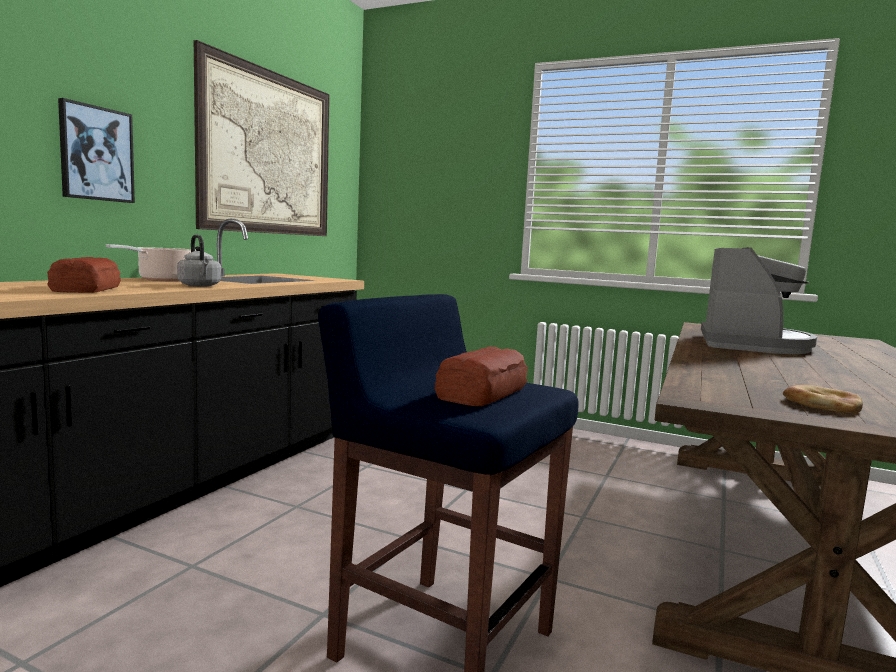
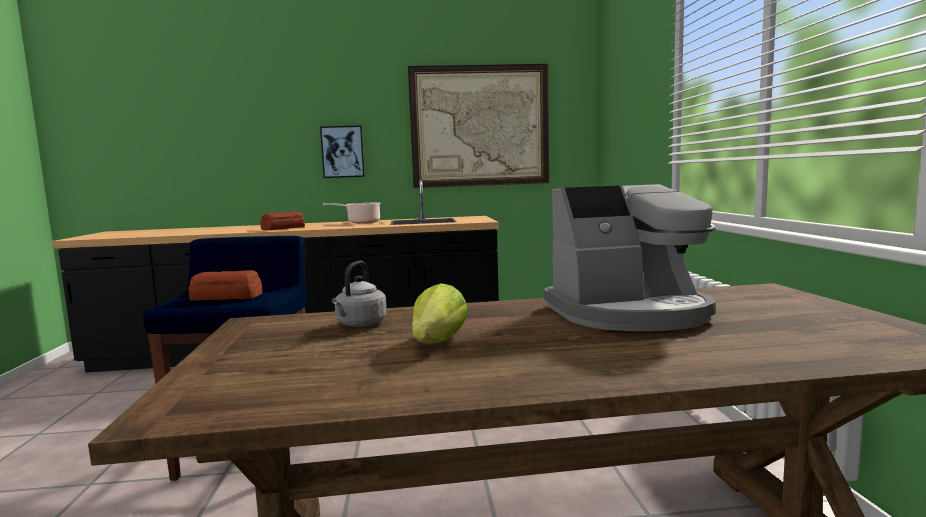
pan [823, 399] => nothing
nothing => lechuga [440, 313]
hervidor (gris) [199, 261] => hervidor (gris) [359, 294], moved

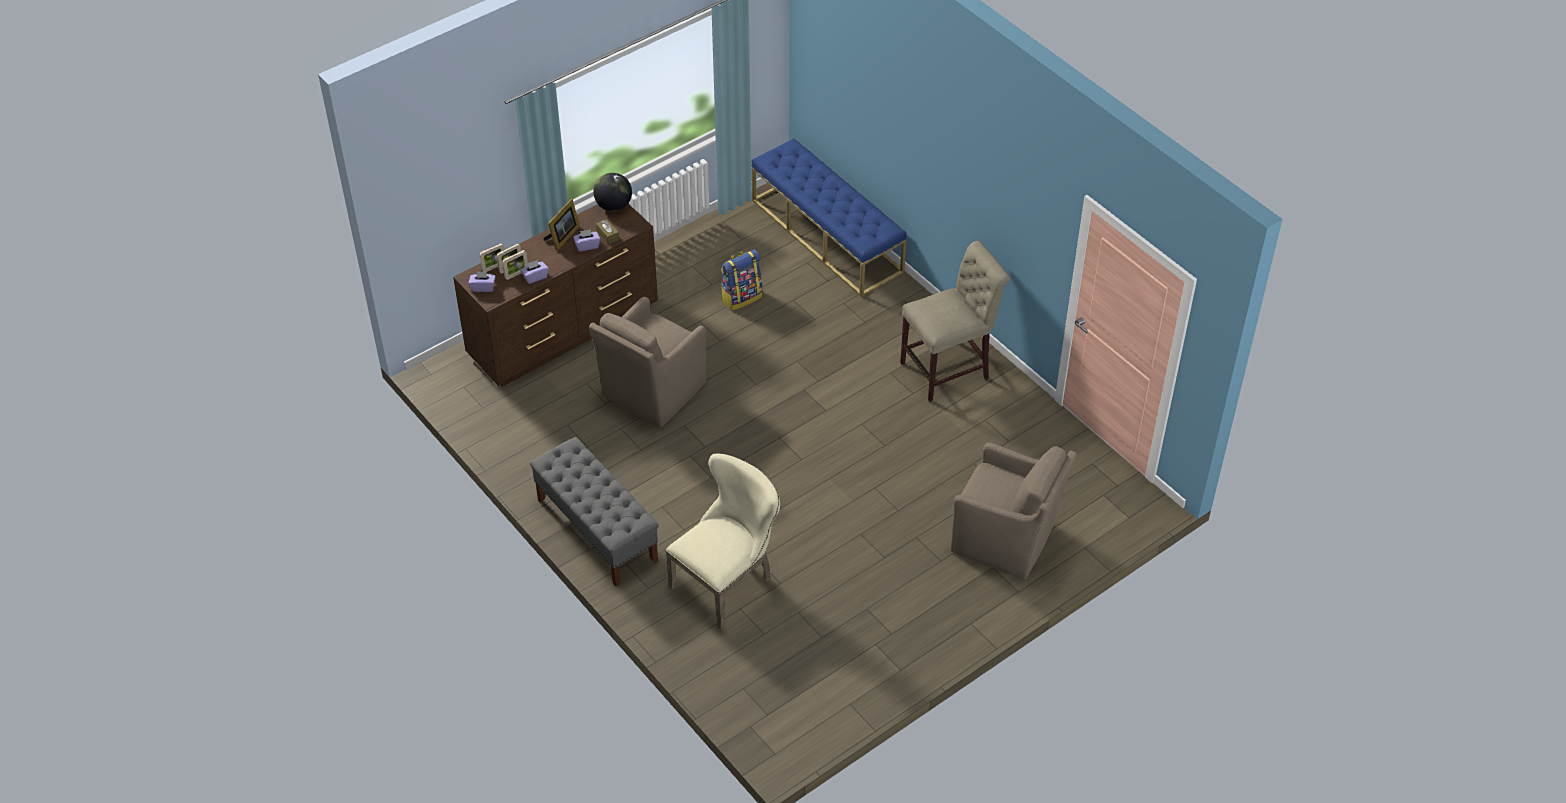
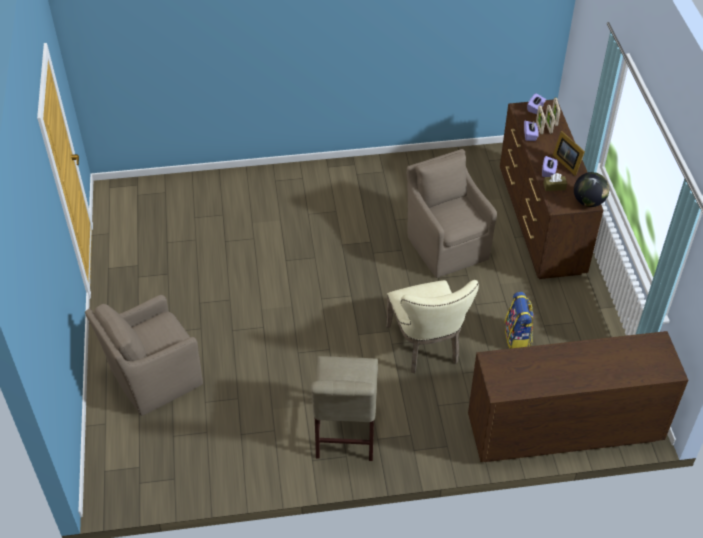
banco (gris) [594, 512] => nothing
silla (beis) [723, 541] => silla (beis) [432, 326], moved
banco (azul) [829, 217] => cómoda (marrón) [578, 396]

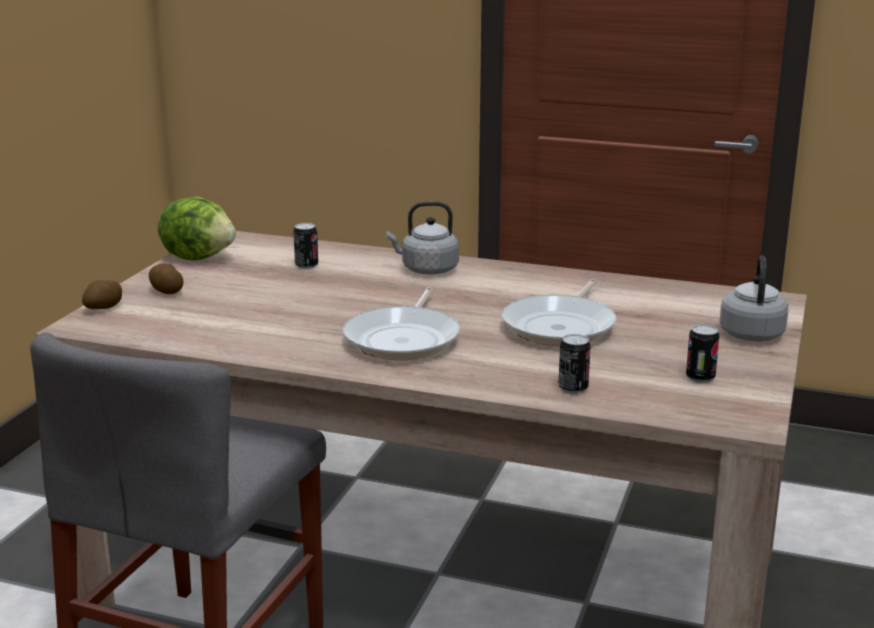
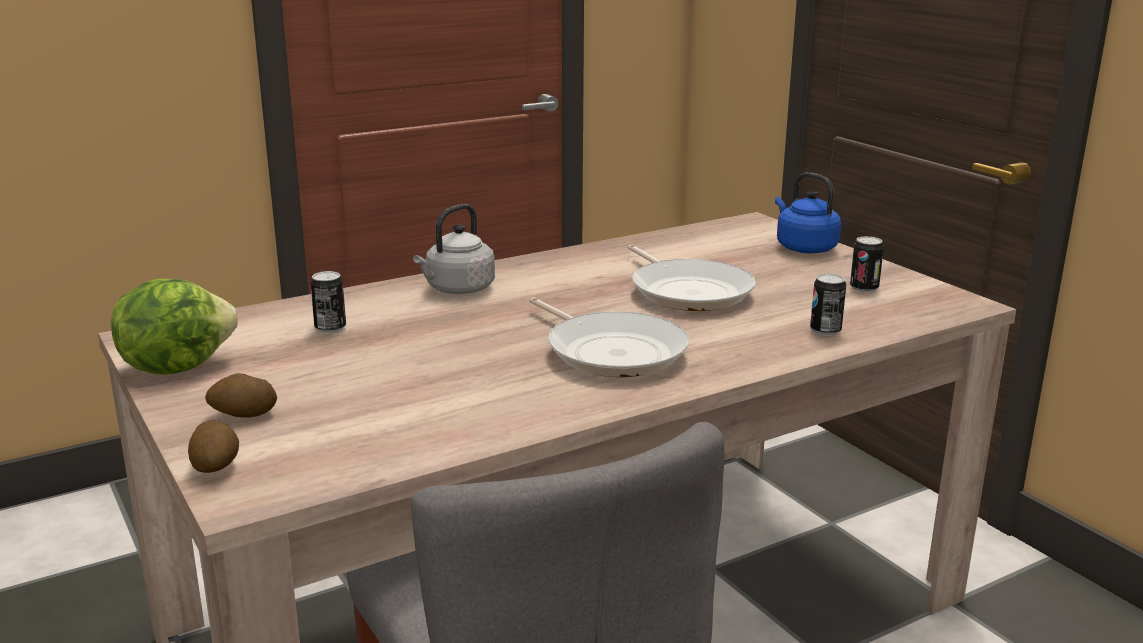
hervidor (gris) [754, 298] => hervidor (azul) [808, 212]

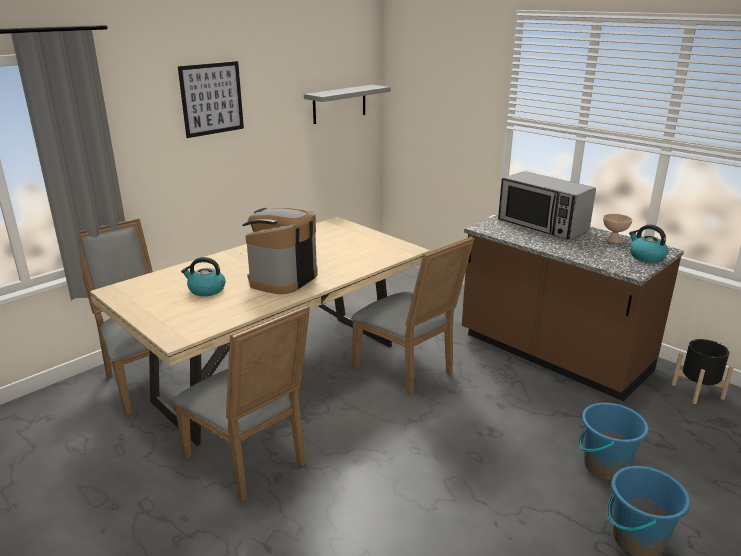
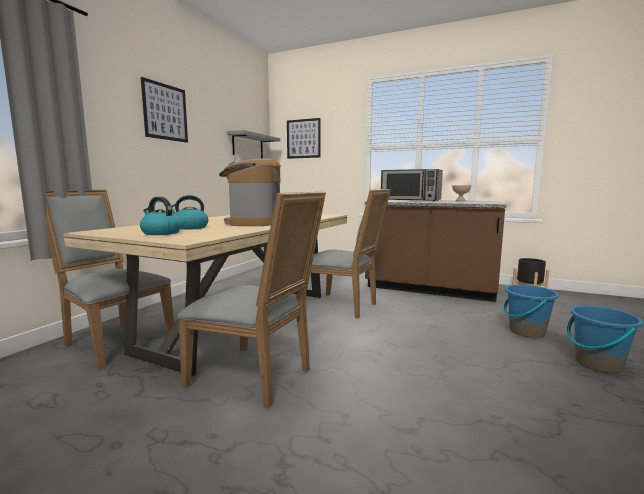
nothing => cuadro [304, 138]
hervidor [648, 244] => hervidor [161, 216], moved

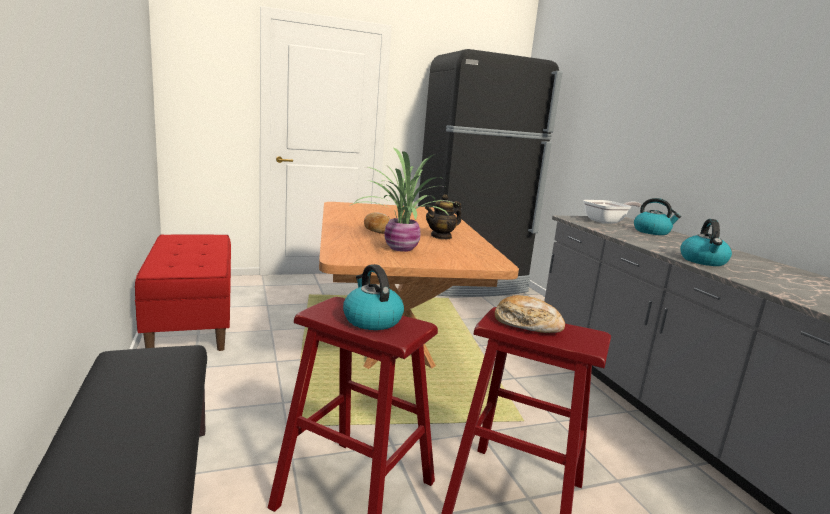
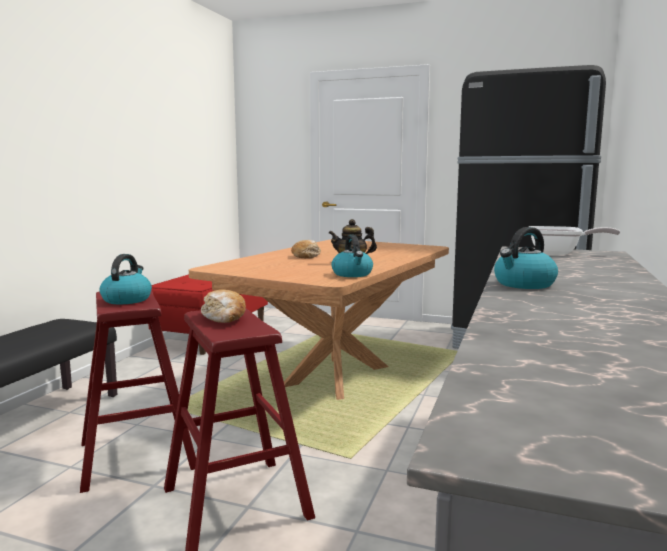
planta en maceta [404, 200] => nothing
hervidor [657, 216] => hervidor [352, 256], moved

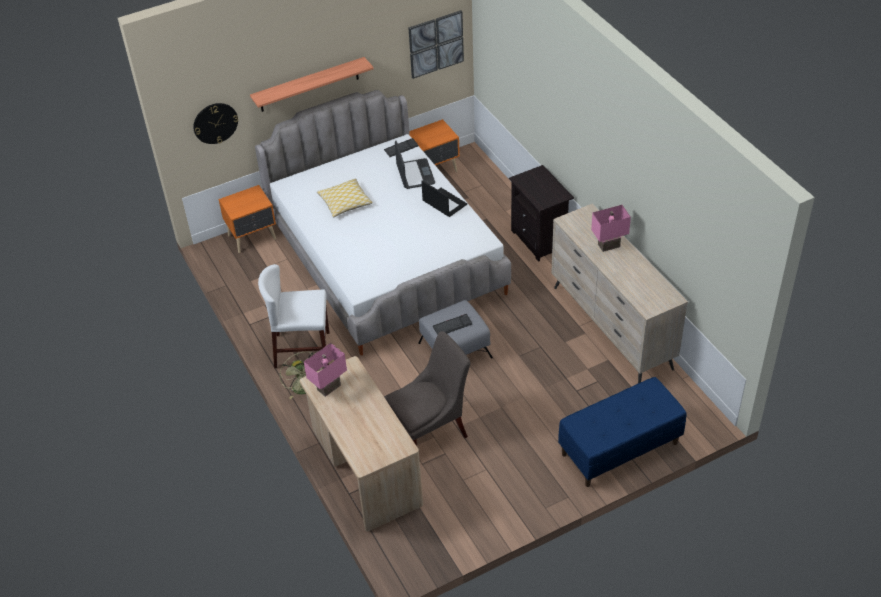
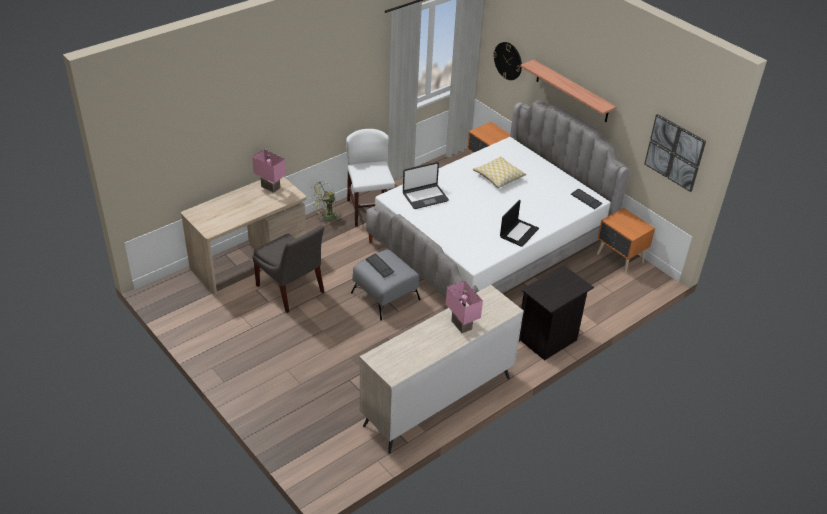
banco (azul) [622, 432] => nothing
portátil [415, 165] => portátil [426, 185], moved

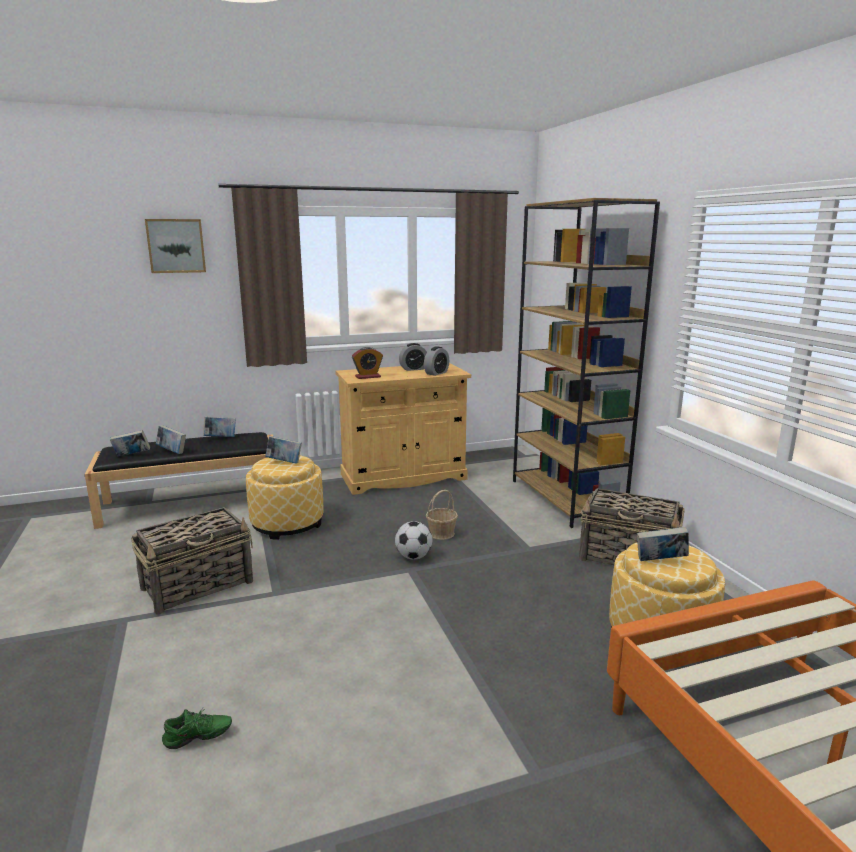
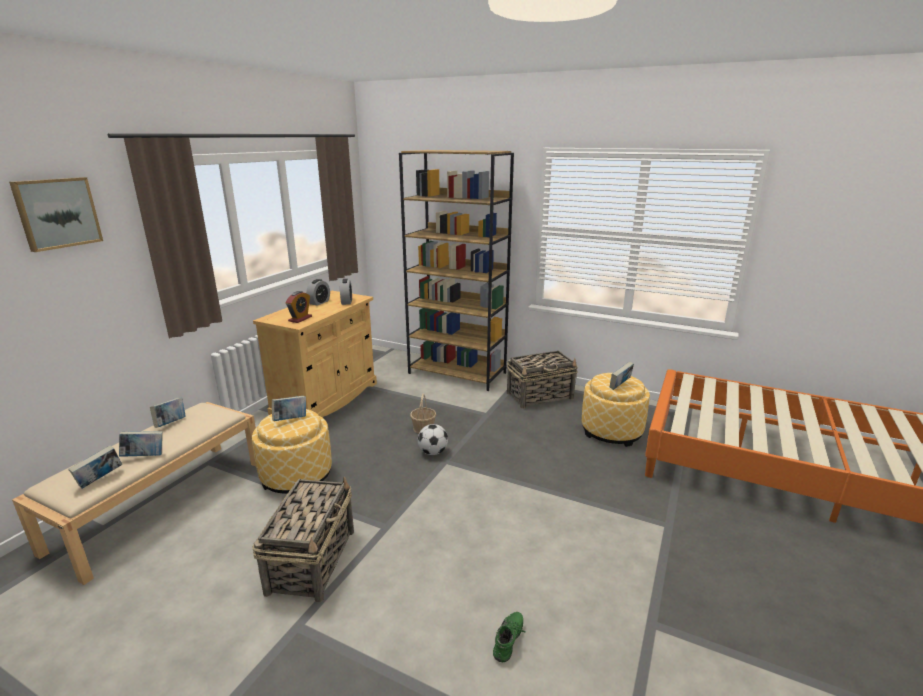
banco (negro) [178, 480] => banco (beis) [134, 493]

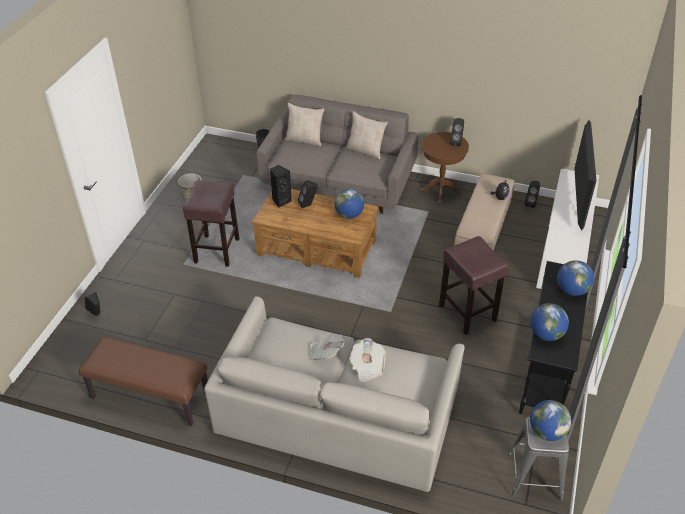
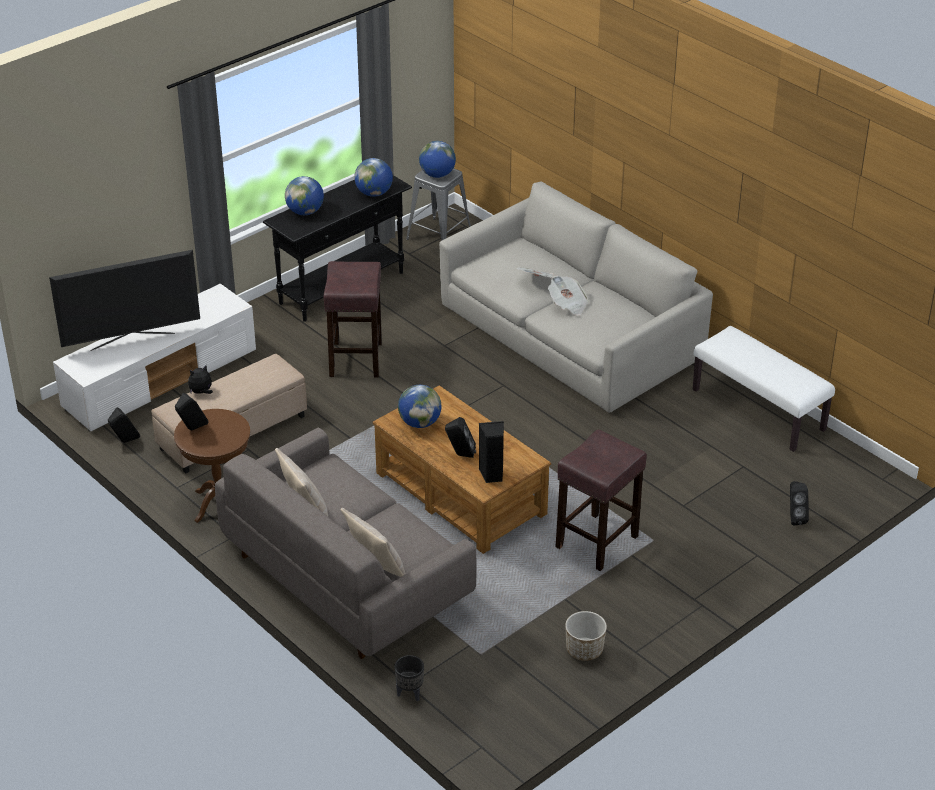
banco (marrón) [143, 381] => banco (blanco) [764, 389]
televisor [585, 175] => televisor [124, 300], 150 degrees counterclockwise

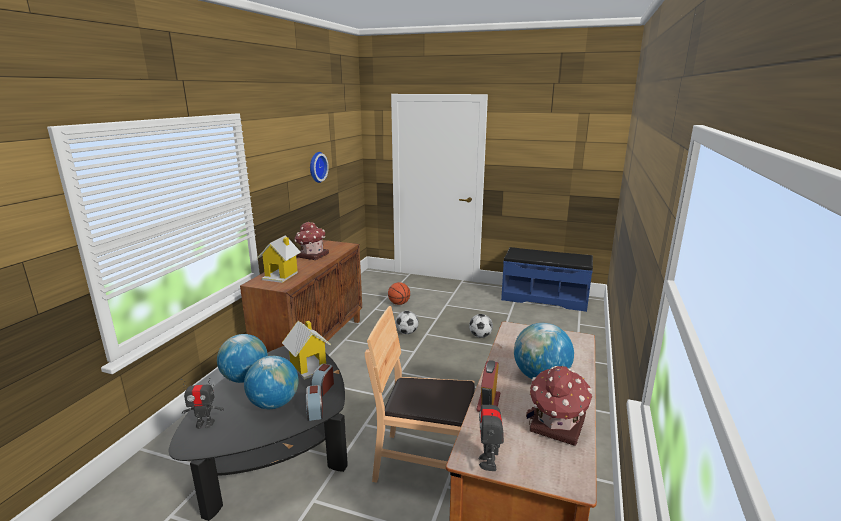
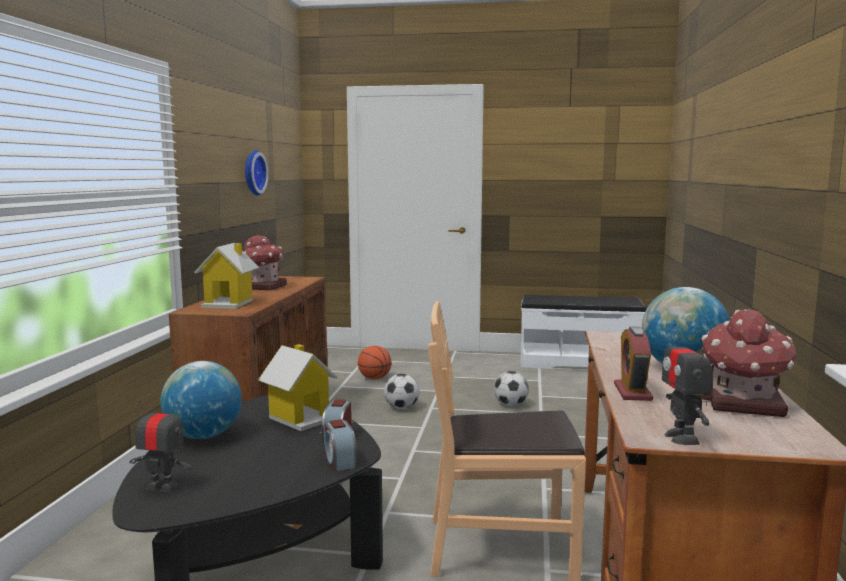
globo terráqueo [271, 382] => nothing
banco (azul) [547, 279] => banco (blanco) [583, 331]
robot de juguete [202, 403] => robot de juguete [160, 446], 150 degrees counterclockwise

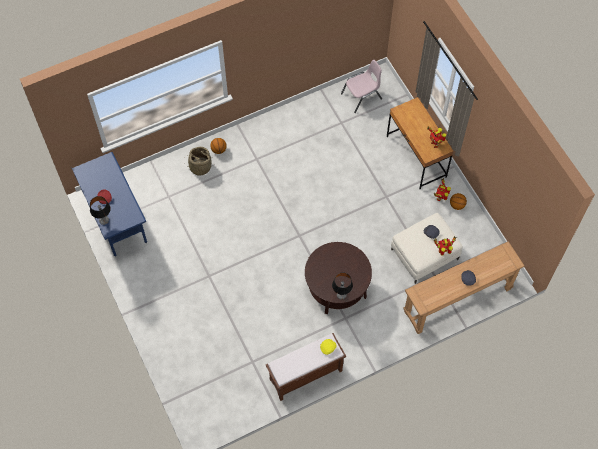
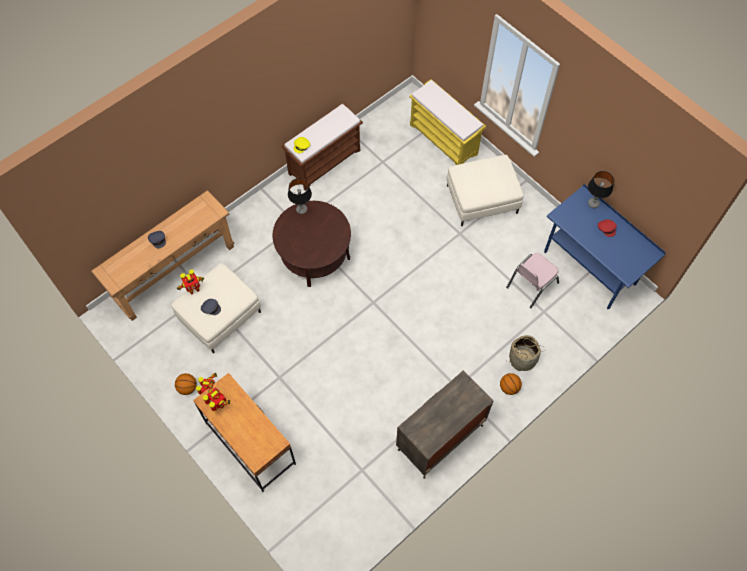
nothing => cómoda [444, 424]
nothing => banco (amarillo) [447, 122]
nothing => puf (blanco) [485, 190]
silla (rosa) [361, 86] => silla (rosa) [532, 280], moved

